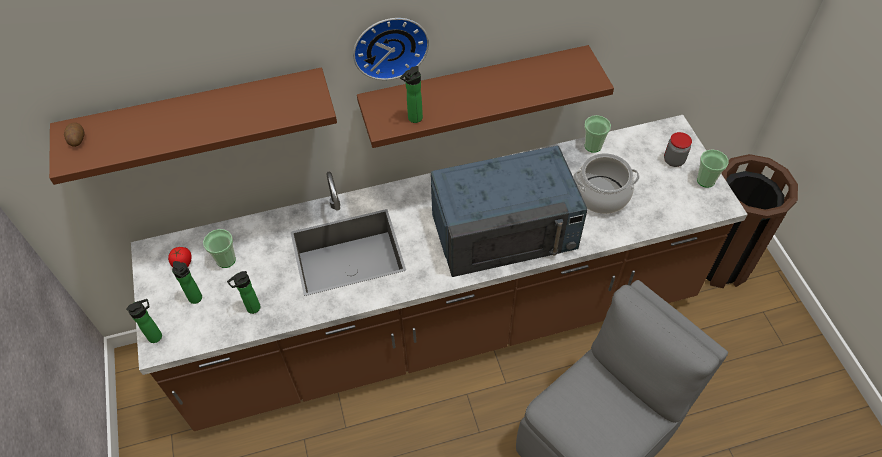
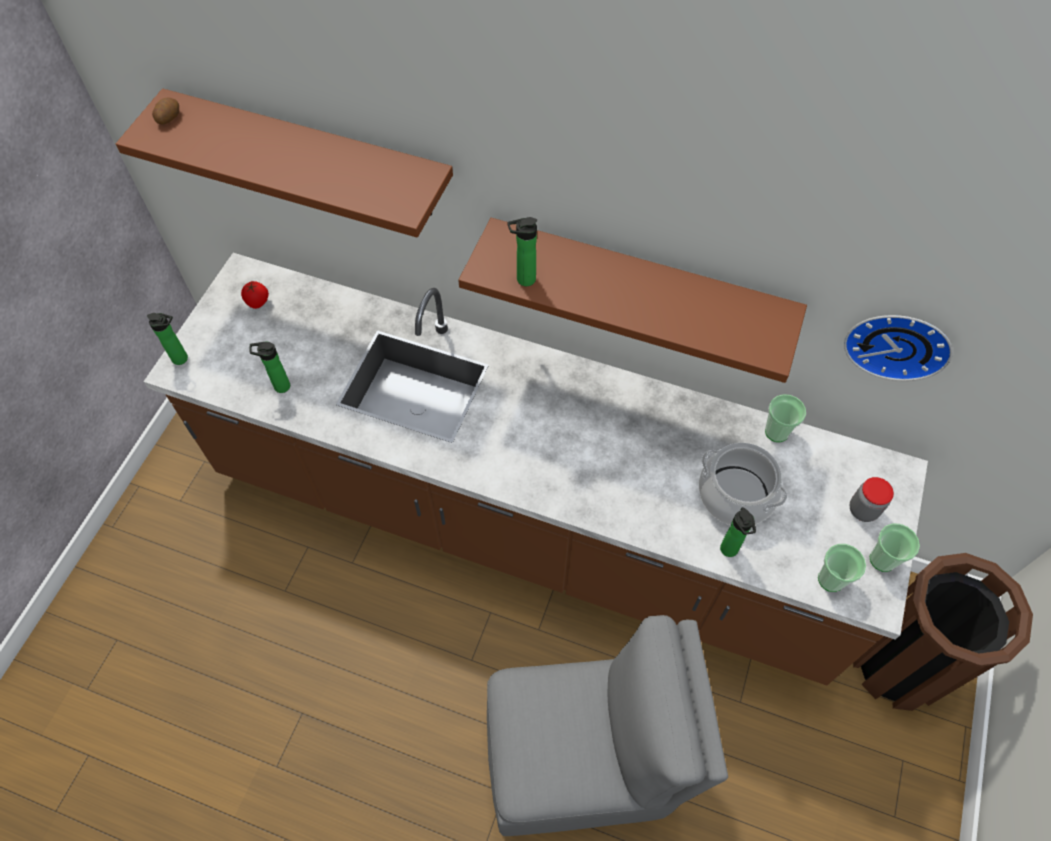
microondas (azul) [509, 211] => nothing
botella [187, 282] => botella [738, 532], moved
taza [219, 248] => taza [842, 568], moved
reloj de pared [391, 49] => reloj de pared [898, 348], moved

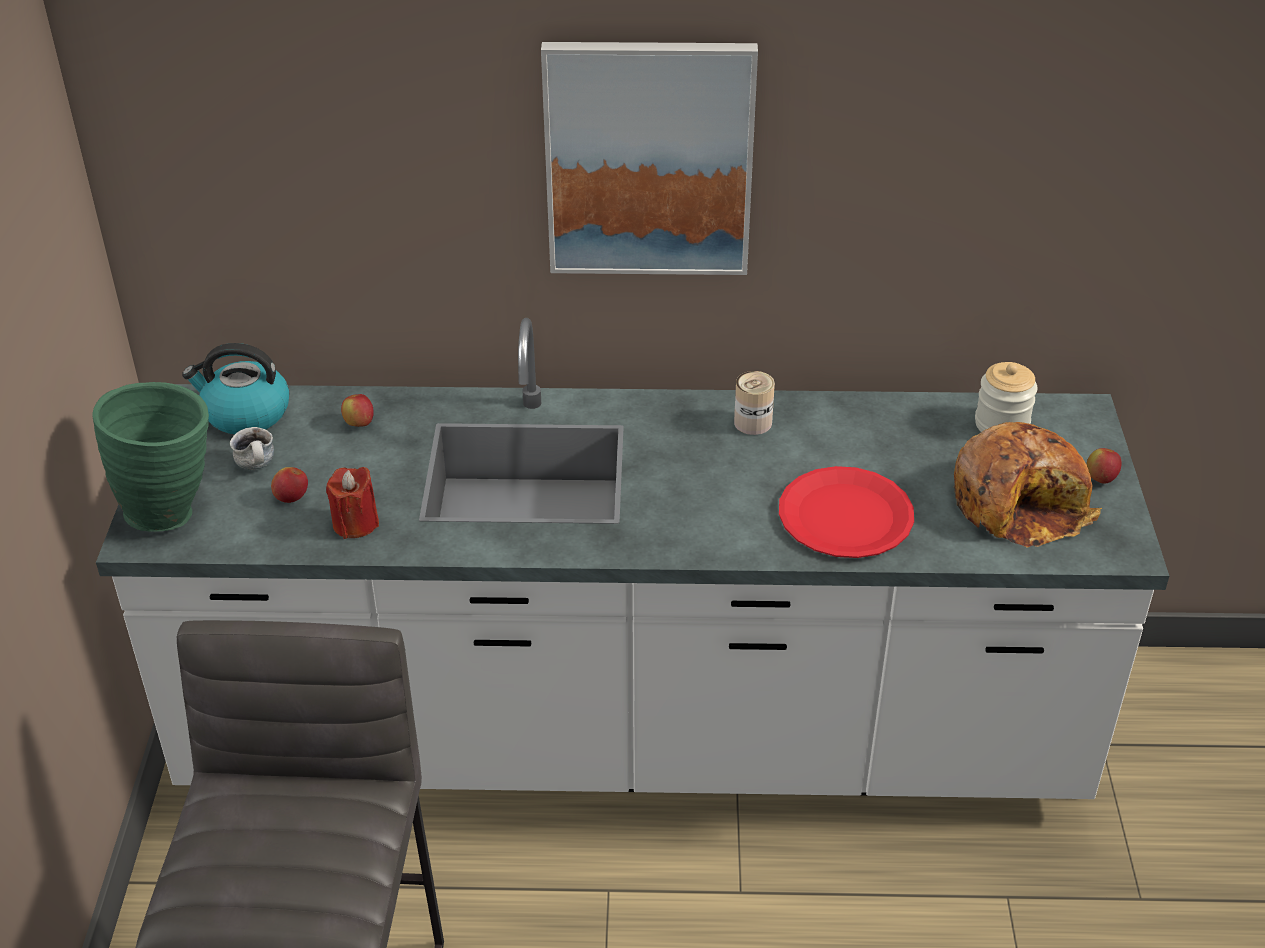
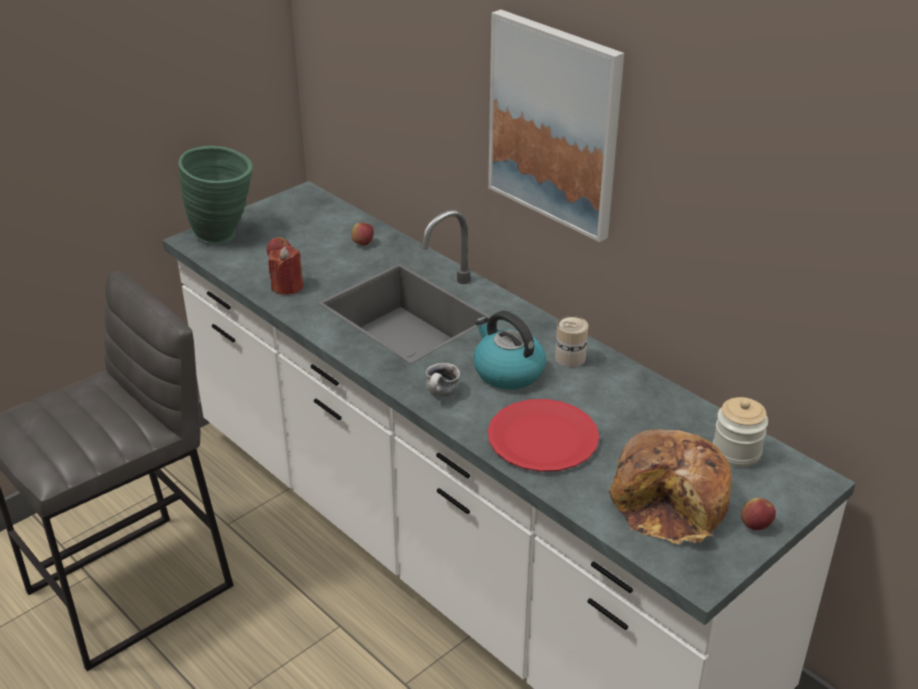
hervidor [235, 388] => hervidor [509, 350], moved
taza grande [252, 448] => taza grande [443, 380], moved

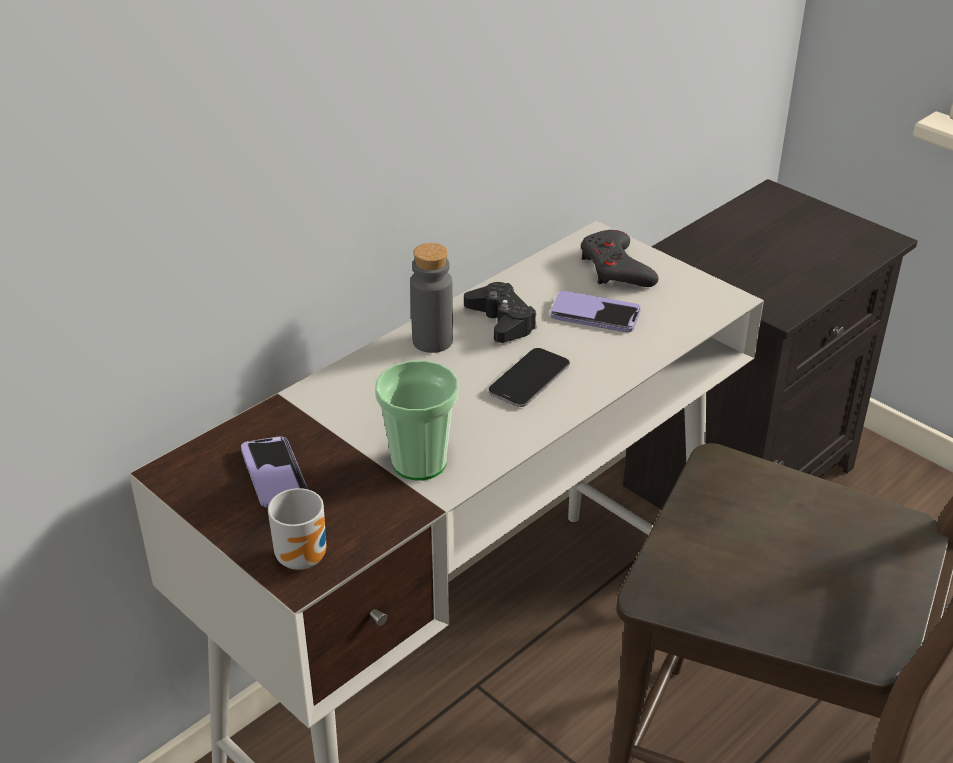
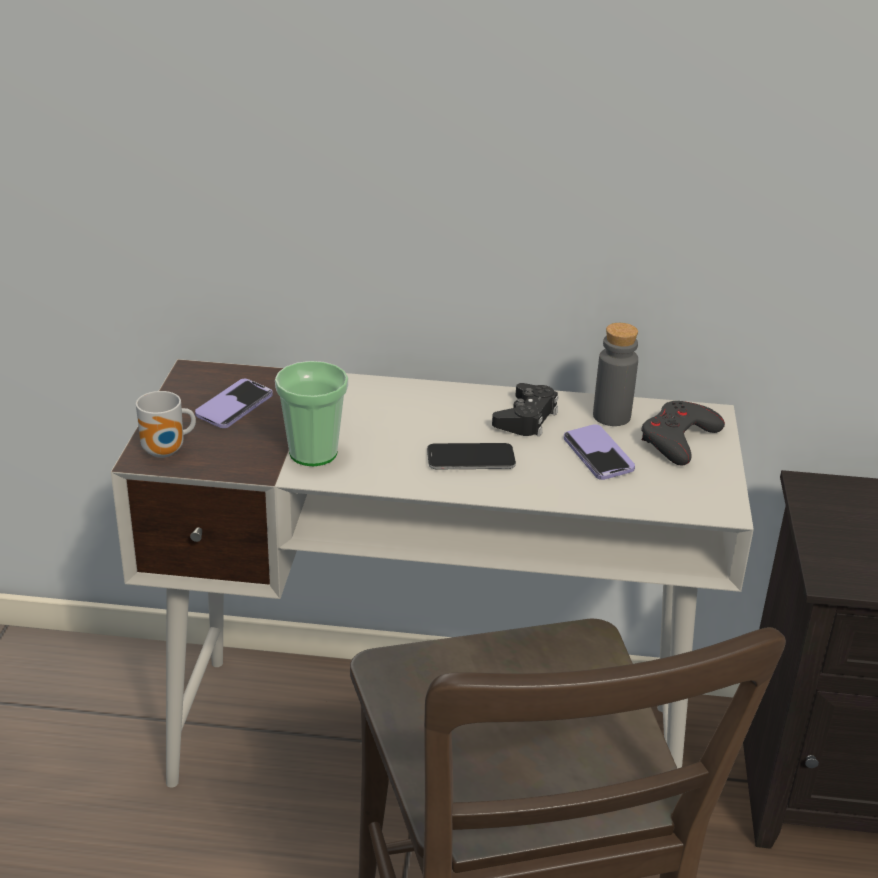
botella (gris) [431, 298] => botella (gris) [615, 374], moved

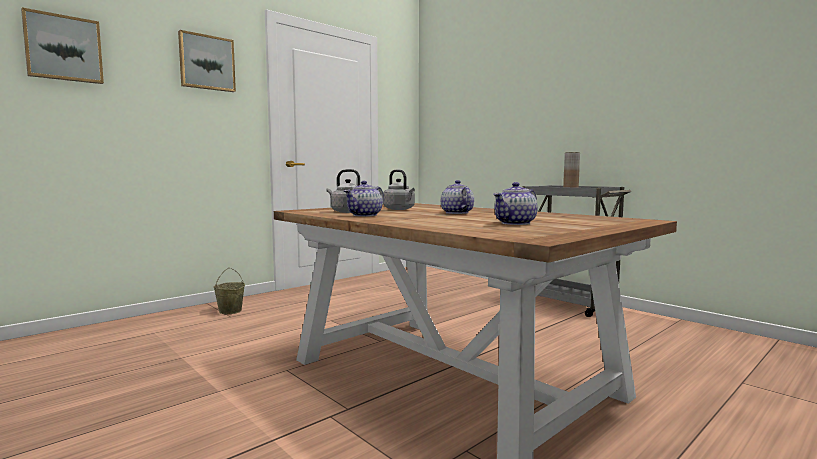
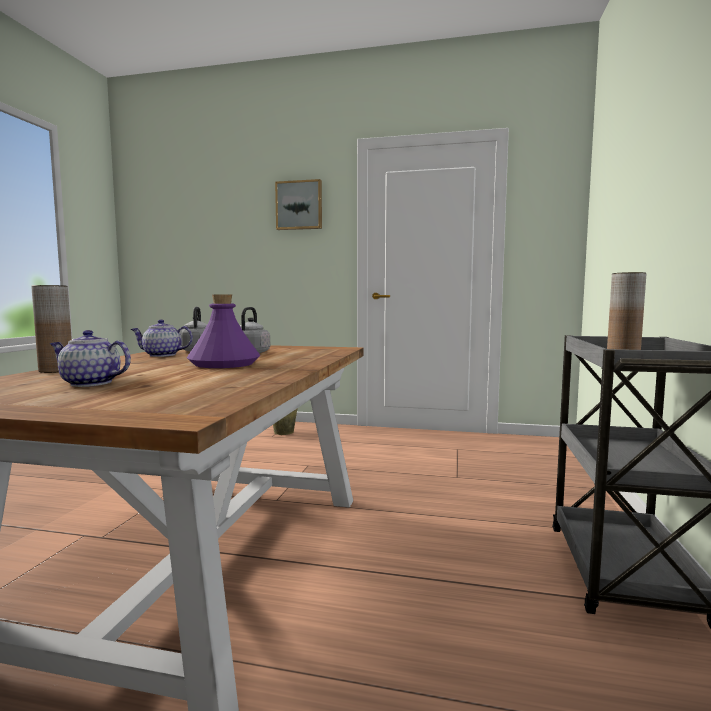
cuadro [62, 45] => nothing
nothing => florero (marrón) [51, 329]
tetera [457, 197] => botella (morado) [223, 331]

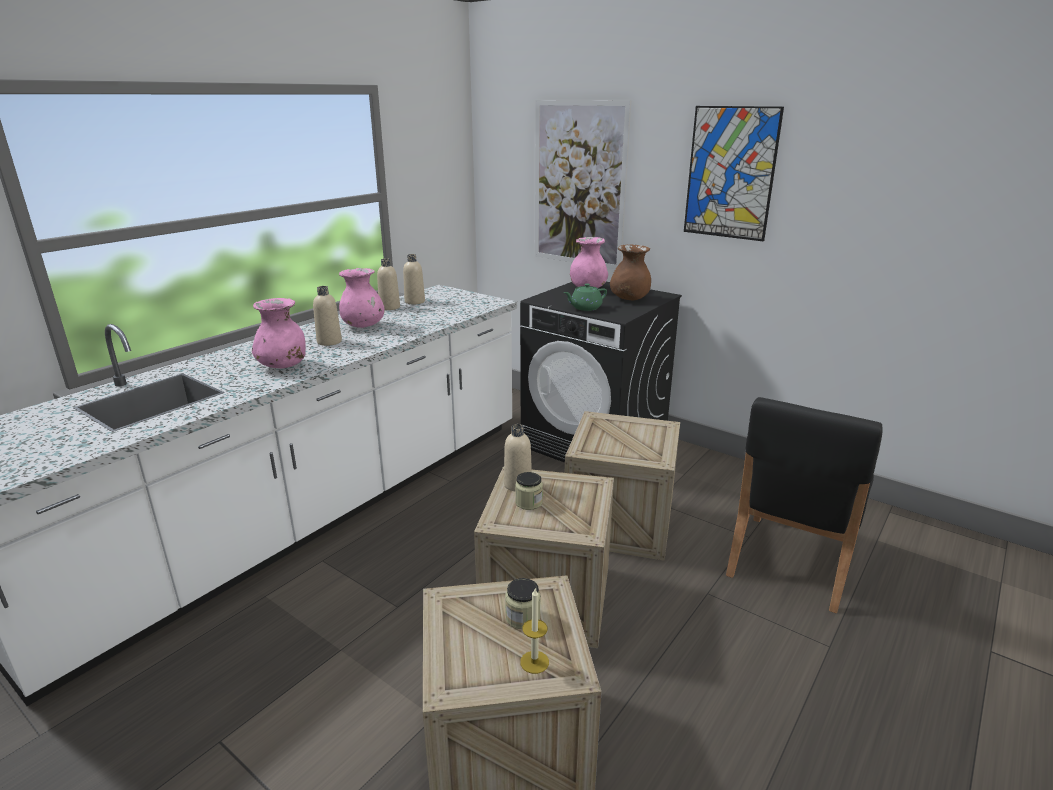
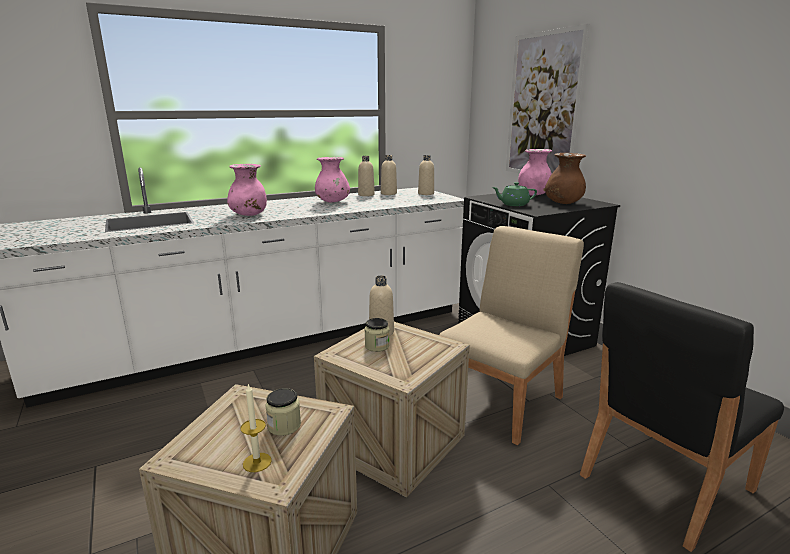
cuadro [734, 173] => nothing
botella (beis) [327, 316] => botella (beis) [426, 175], moved
caja de embalaje [622, 486] => silla (beis) [511, 335]

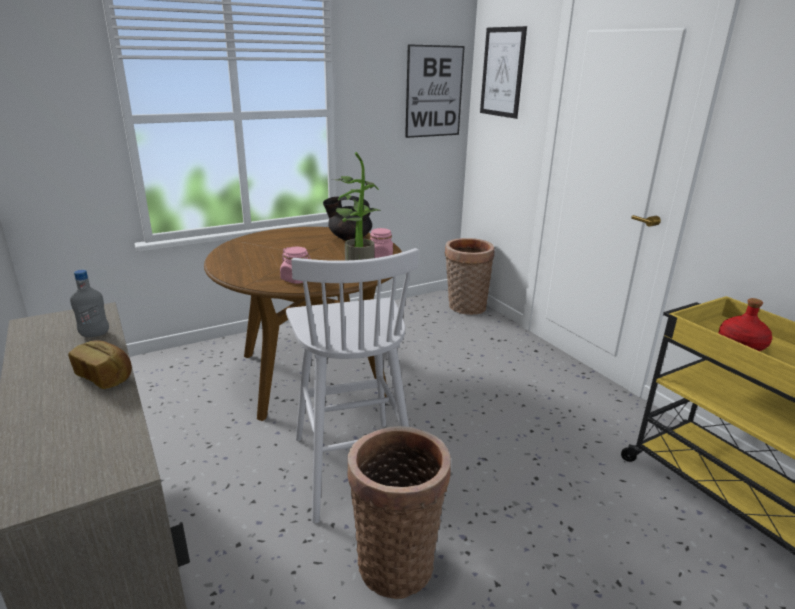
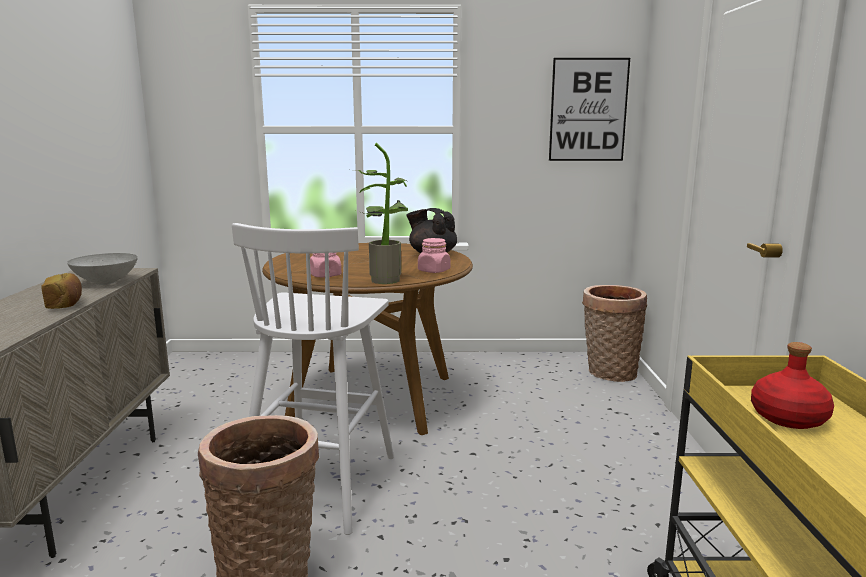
cuadro [503, 72] => nothing
botella (gris) [89, 303] => cuenco (gris) [102, 269]

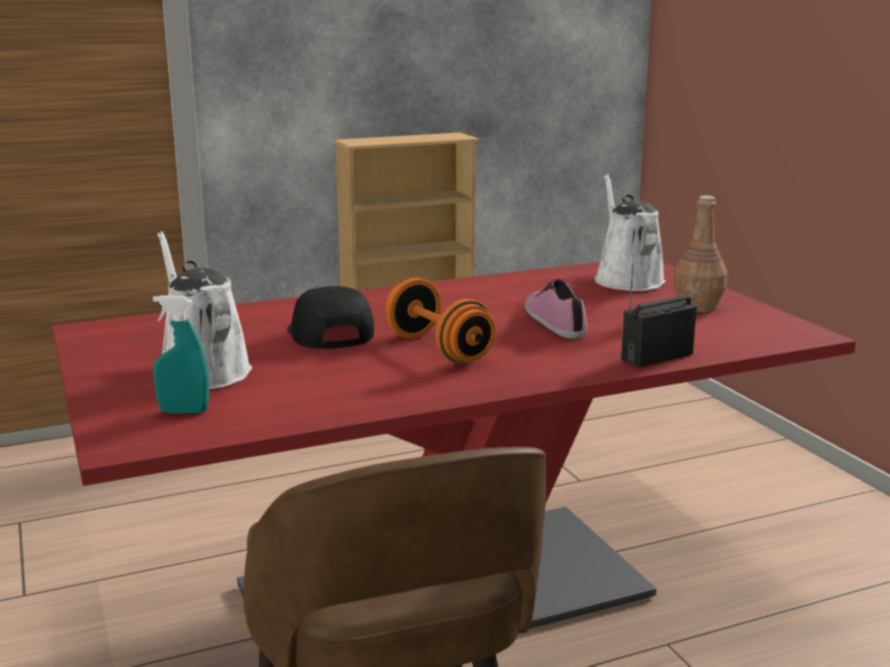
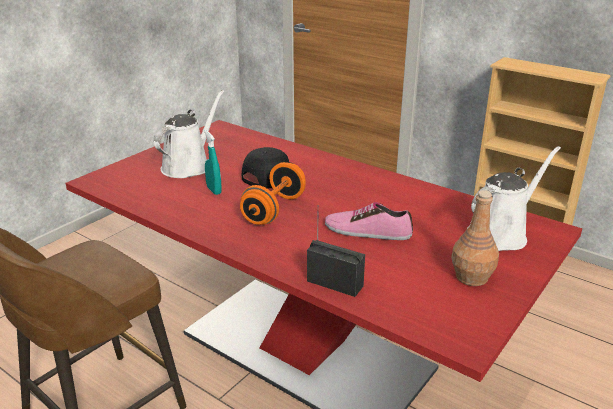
pulverizador (turquesa) [181, 354] => pulverizador (turquesa) [213, 162], moved
zapato [556, 308] => zapato [369, 221], 120 degrees counterclockwise

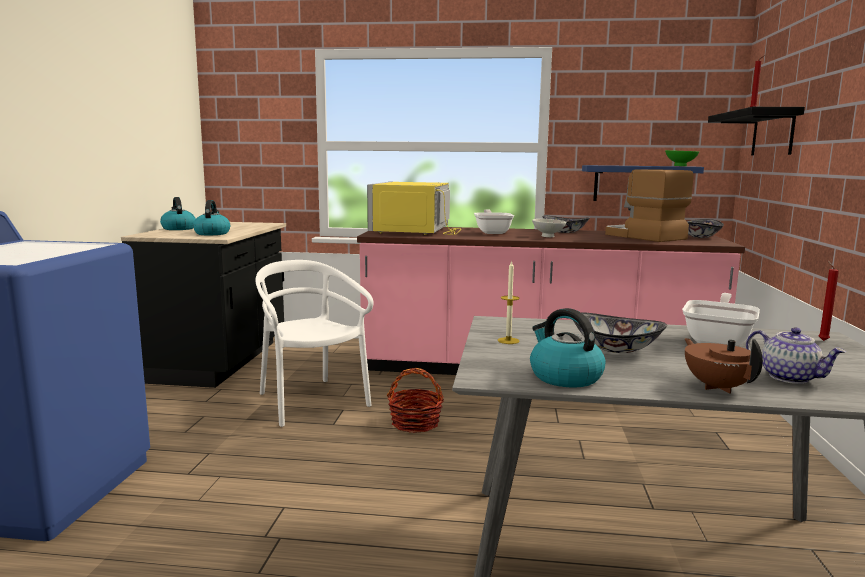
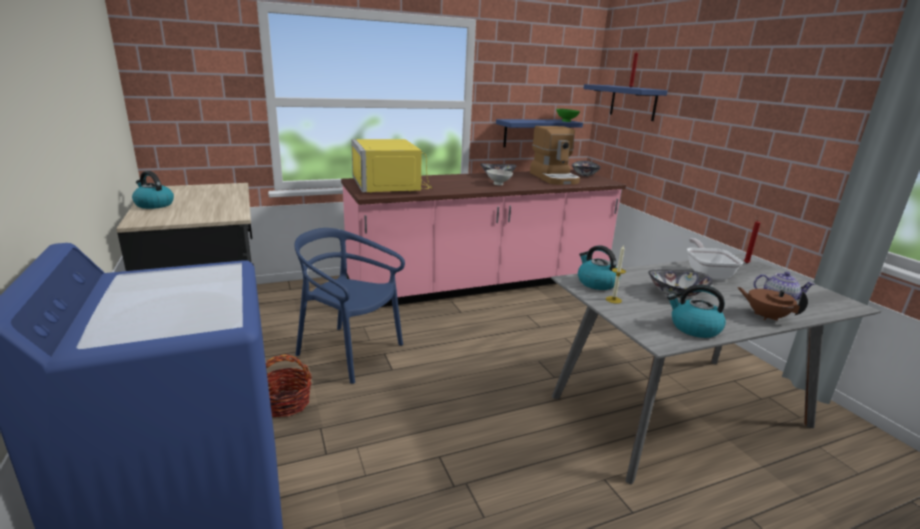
sartén [494, 221] => nothing
hervidor [211, 217] => hervidor [599, 267], moved
cesta [415, 400] => cesta [289, 385], moved
silla (blanco) [314, 343] => silla (azul) [349, 306]
estante (negro) [756, 131] => estante (azul) [626, 102]
cafetera [649, 206] => cafetera [555, 155], 135 degrees counterclockwise

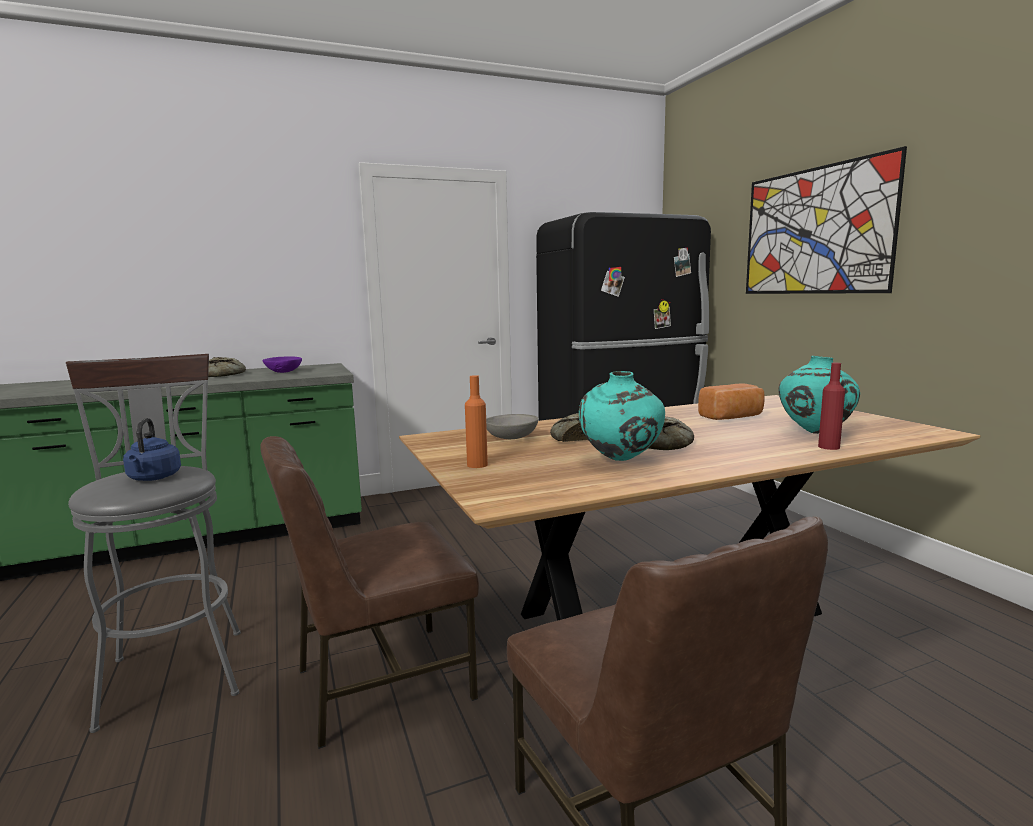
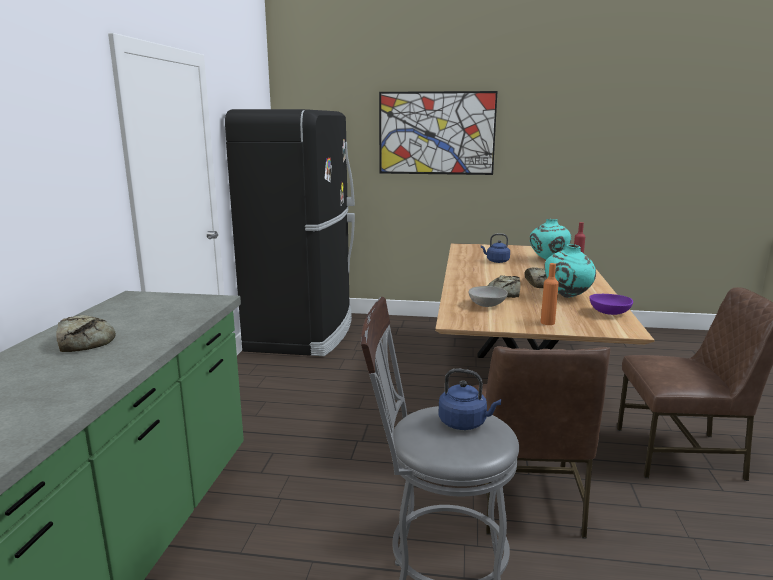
cuenco (morado) [282, 364] => cuenco (morado) [611, 304], moved
pan [731, 401] => hervidor (azul) [495, 248]

